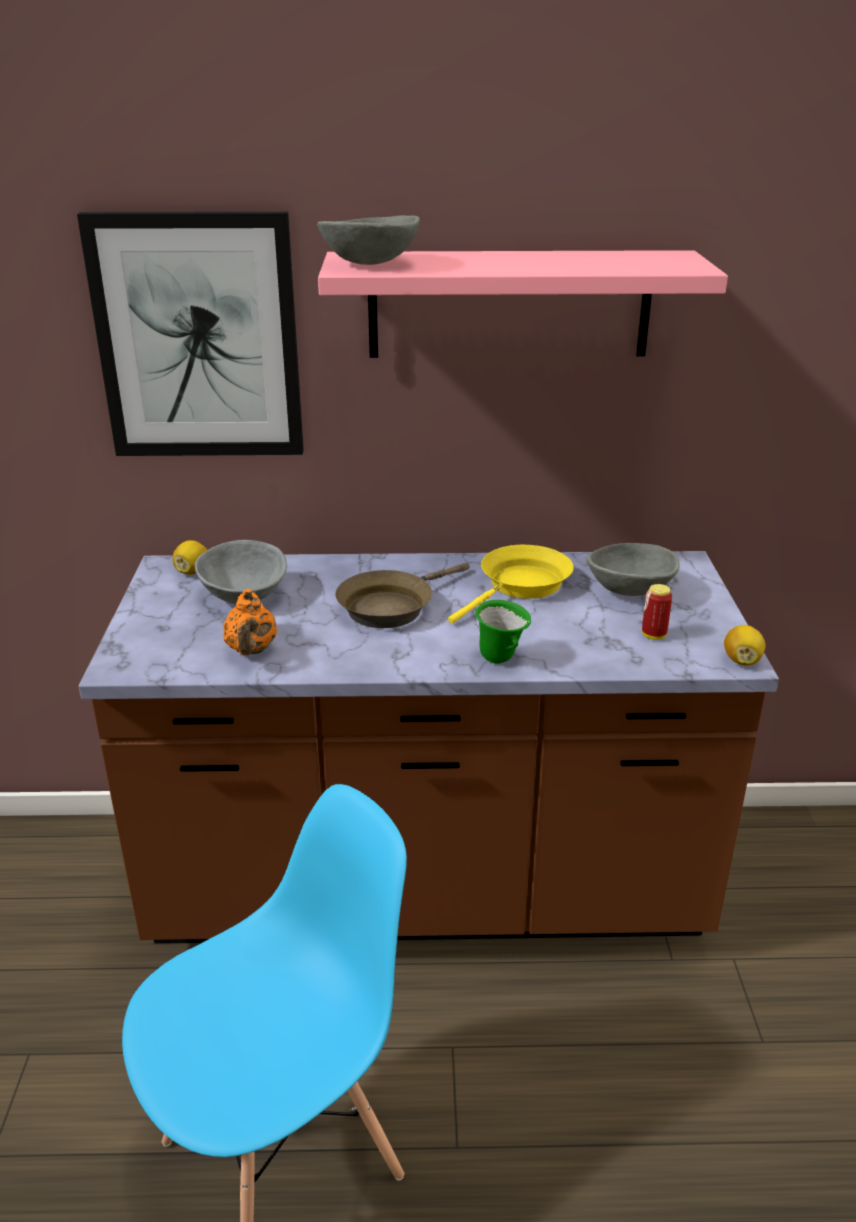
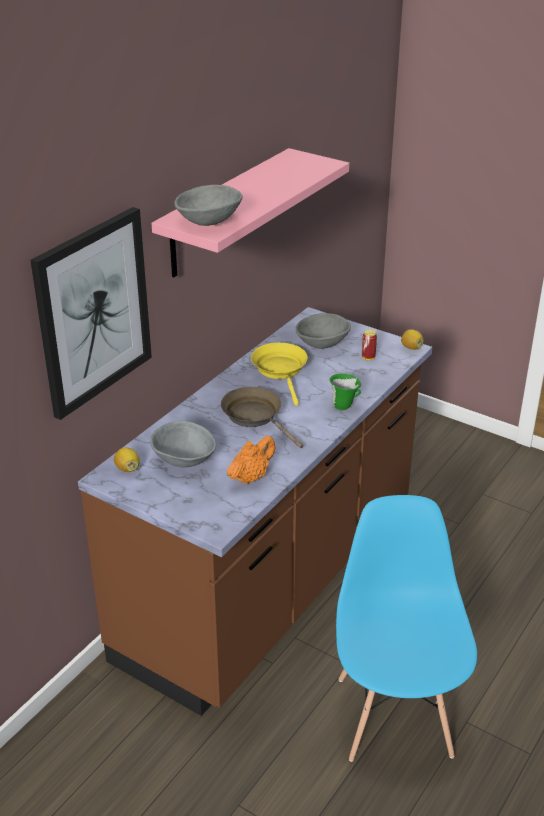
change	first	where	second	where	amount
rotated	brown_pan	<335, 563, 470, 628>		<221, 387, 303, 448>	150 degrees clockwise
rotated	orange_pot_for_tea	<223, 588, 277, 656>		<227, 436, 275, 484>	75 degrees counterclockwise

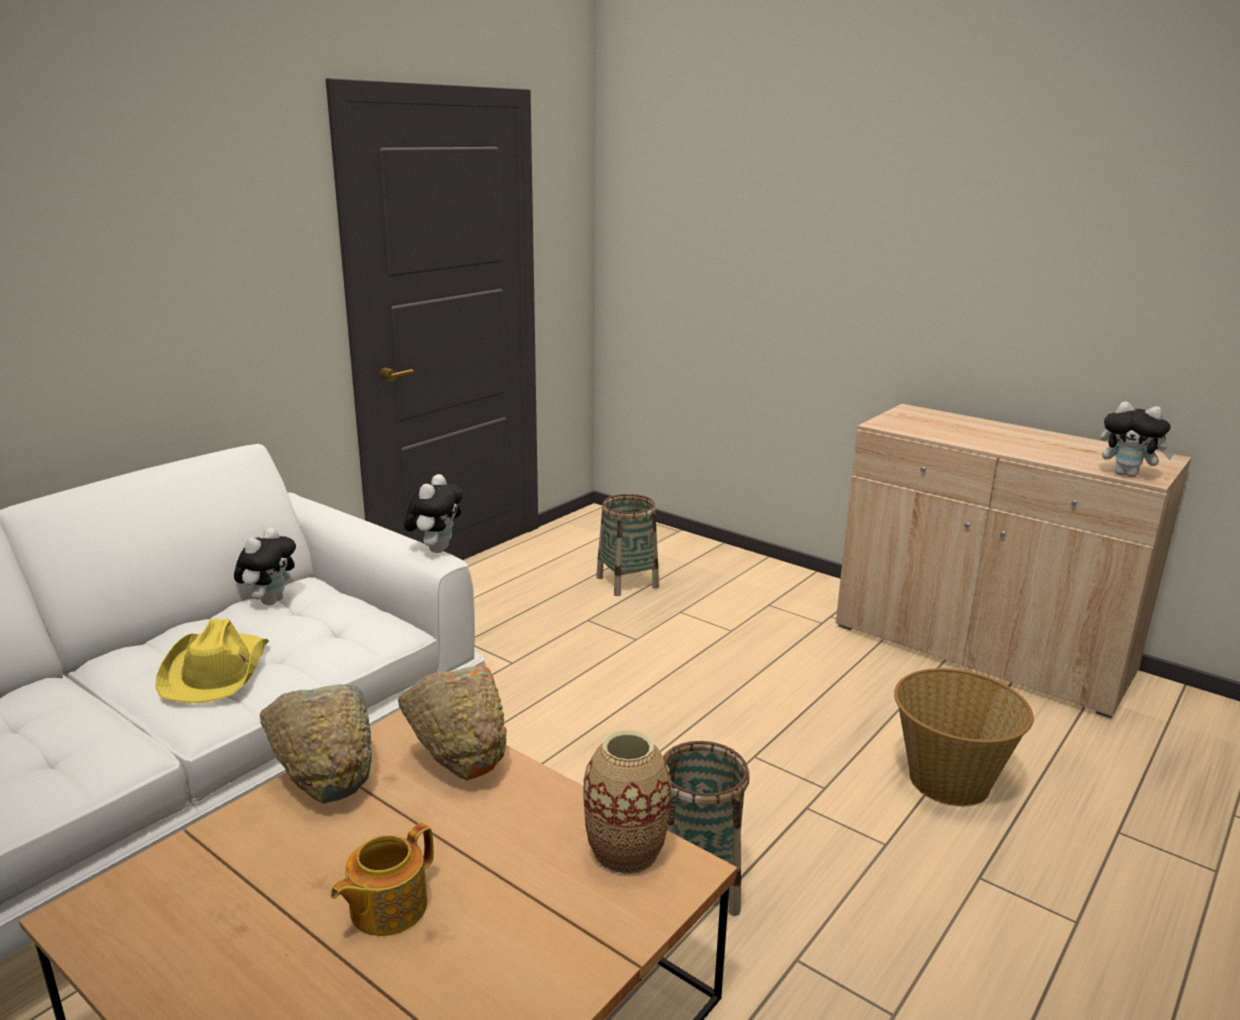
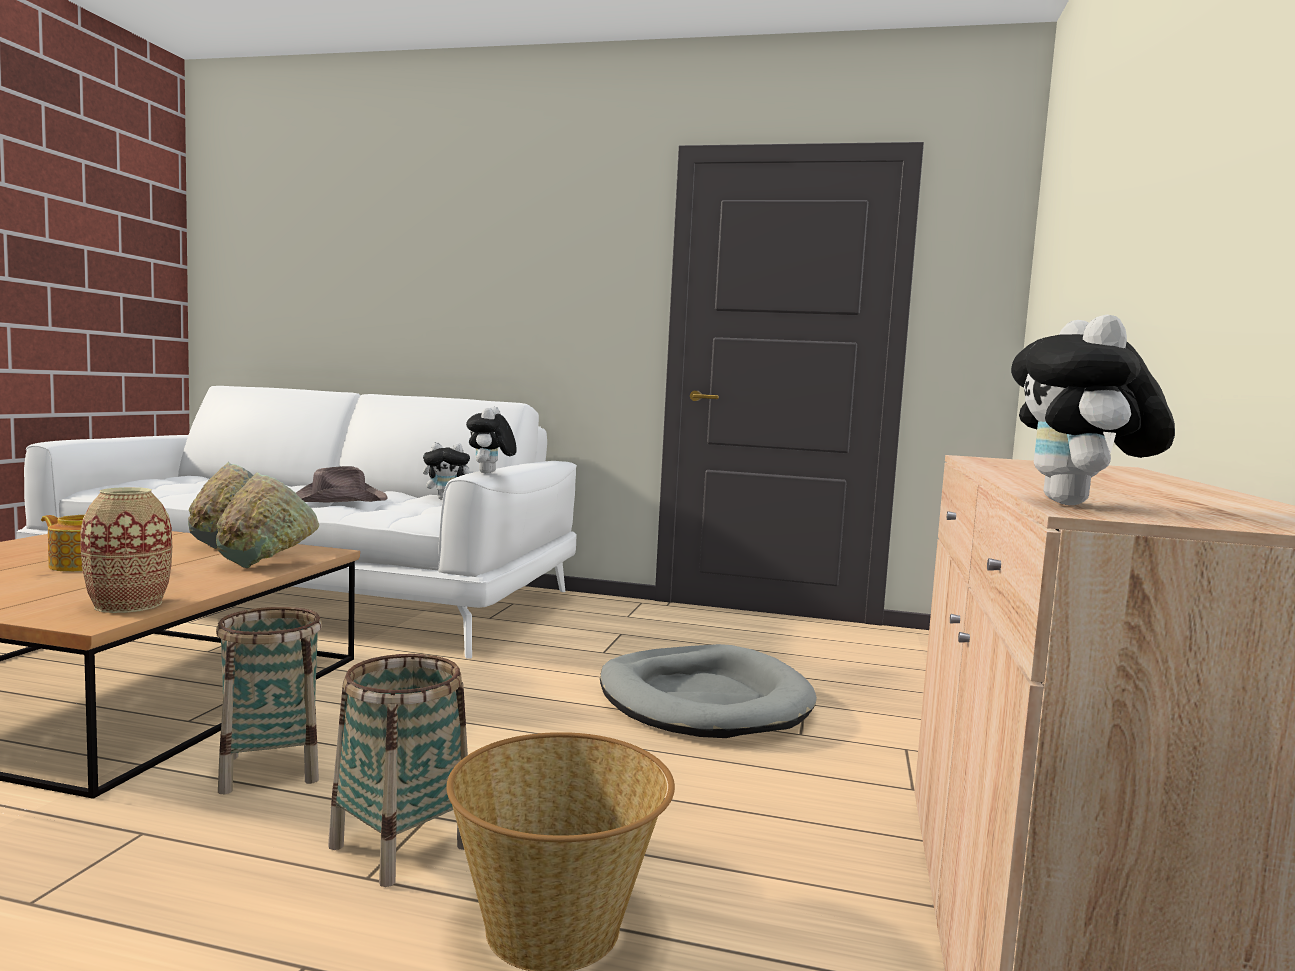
change	first	where	second	where	amount
repainted	orange_deep_dish	<398, 666, 507, 781>	green-coloured_deep_dish	<216, 472, 319, 568>	
repainted	yellow-coloured_hat	<155, 618, 269, 703>	brown_hat	<296, 466, 388, 502>	
shifted	household_basket	<596, 494, 659, 596>		<328, 654, 468, 887>	
rotated	cuddly_toy	<404, 474, 463, 553>		<466, 407, 517, 473>	105 degrees clockwise
new			greyish_dog_cushion	<600, 644, 817, 738>	

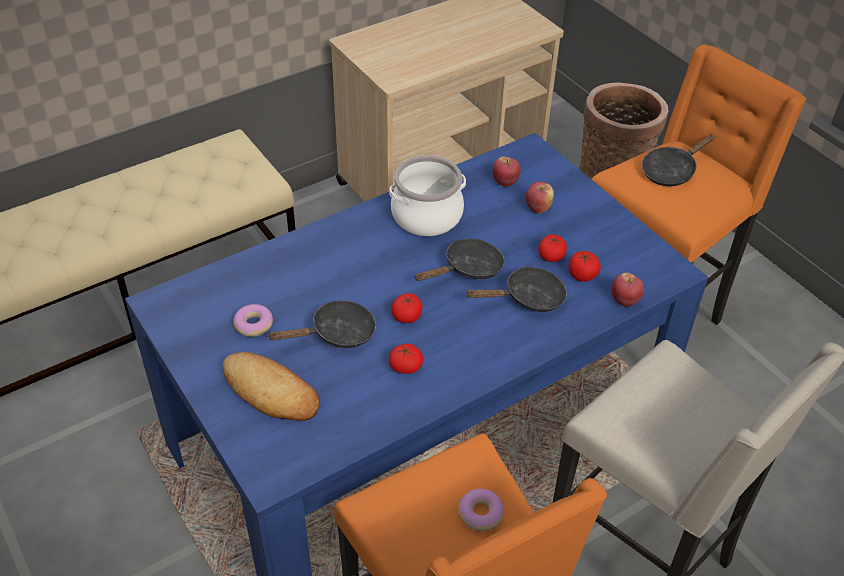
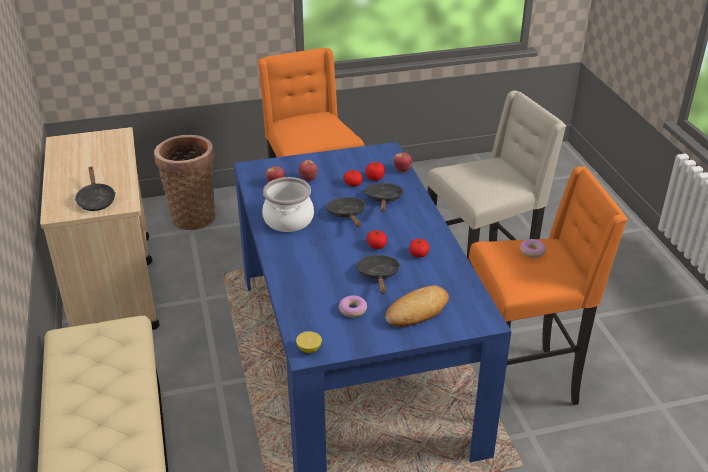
change	first	where	second	where	amount
shifted	black_pan	<642, 134, 715, 186>		<75, 166, 115, 211>	
new			citrus_fruit	<296, 331, 322, 353>	

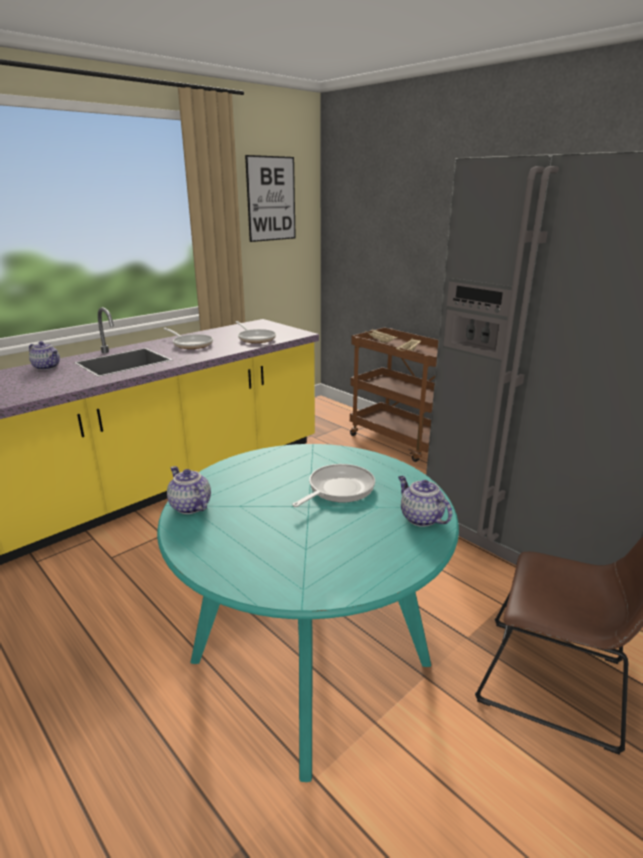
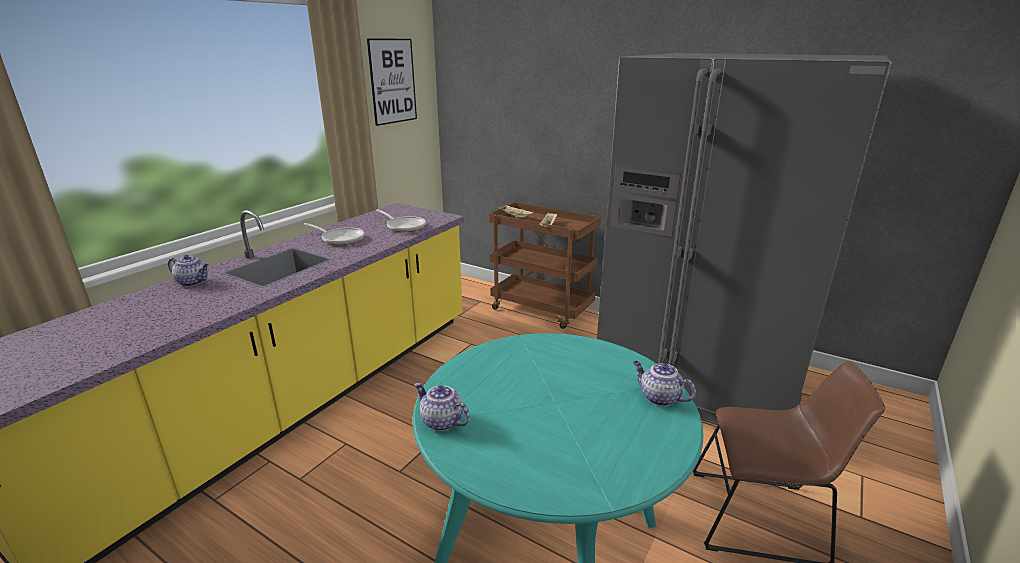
change	first	where	second	where	amount
gone	pan	<292, 464, 375, 507>			

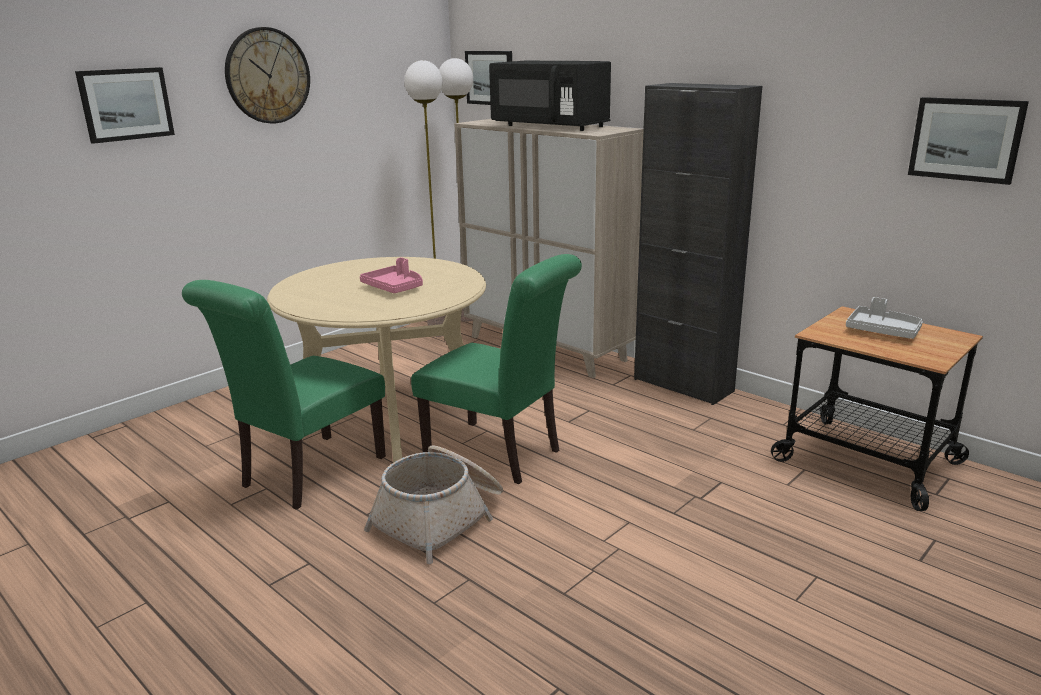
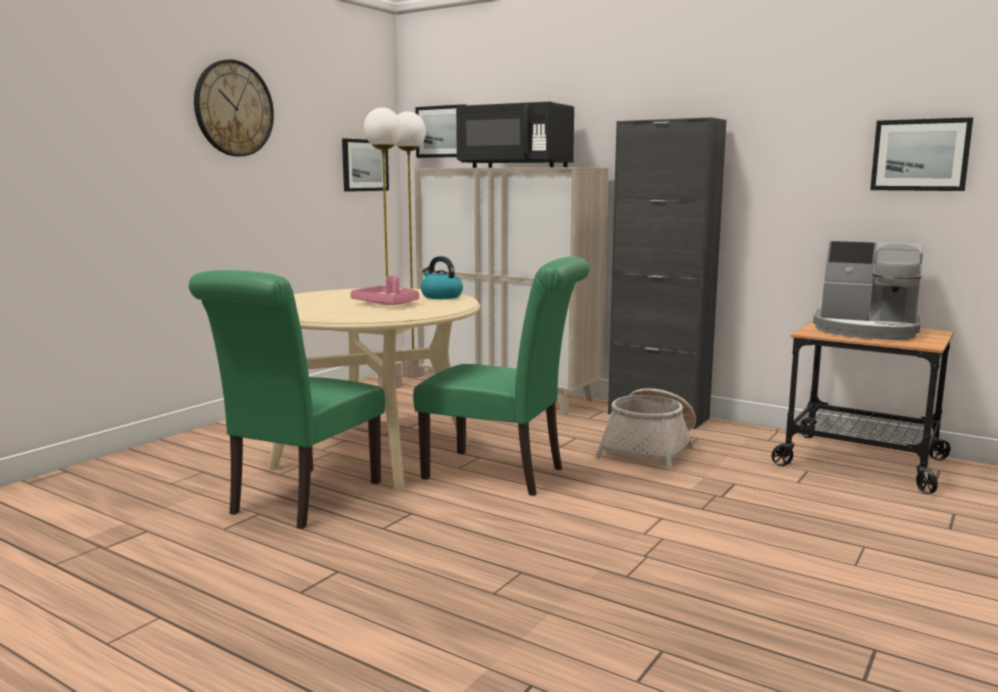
change	first	where	second	where	amount
shifted	picture	<75, 67, 175, 144>		<342, 139, 389, 192>	
new			tea_kettle	<421, 256, 463, 299>	
shifted	household_basket	<364, 445, 503, 564>		<595, 388, 696, 471>	
swapped	greyish_tray	<846, 297, 923, 339>	coffee_machine	<813, 241, 923, 340>	

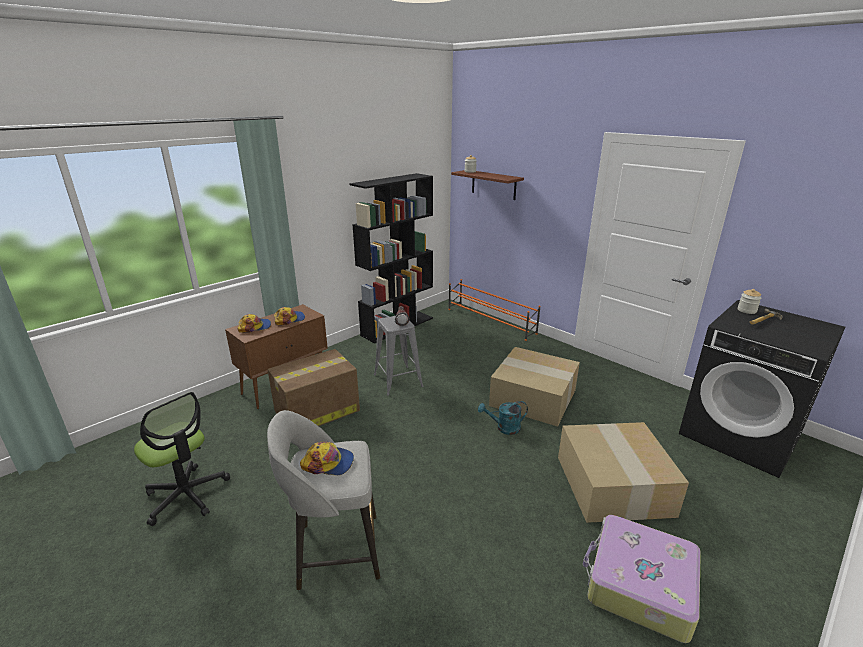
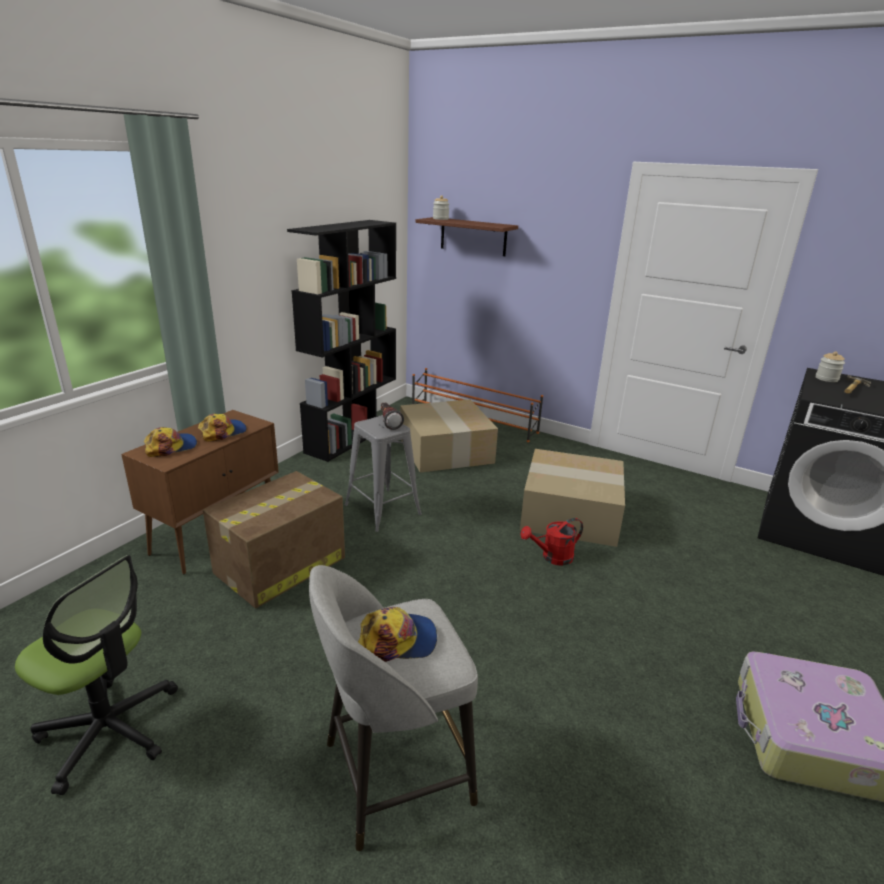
change	first	where	second	where	amount
shifted	carton	<558, 422, 689, 523>		<400, 399, 498, 473>	
repainted	turquoise-coloured_sprinkling_can	<478, 401, 528, 435>	red_sprinkling_can	<521, 518, 583, 566>	

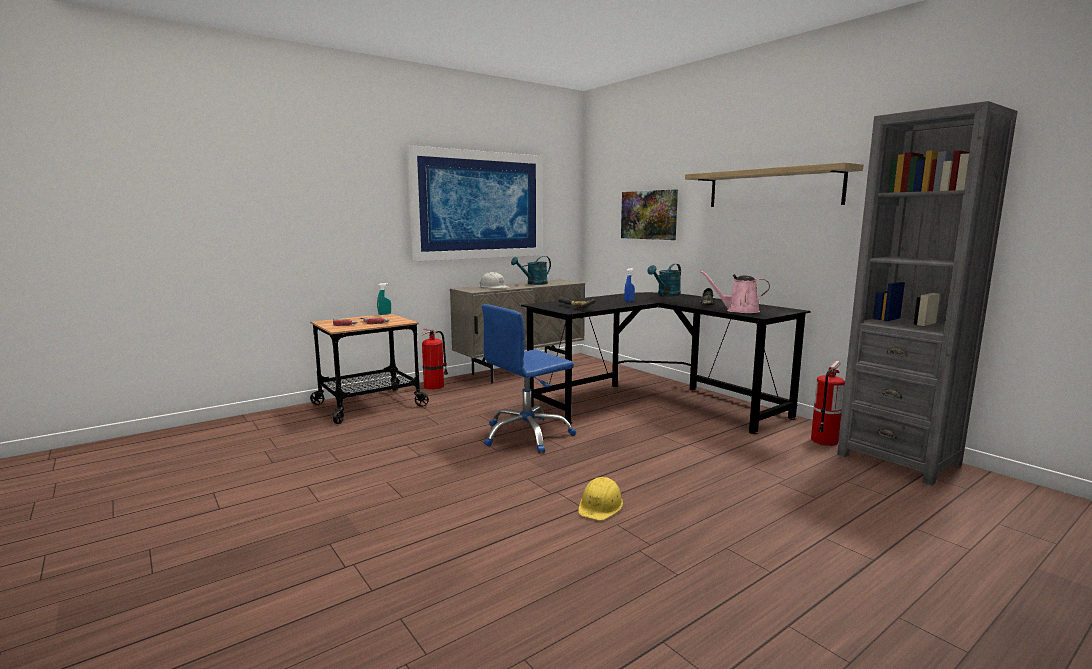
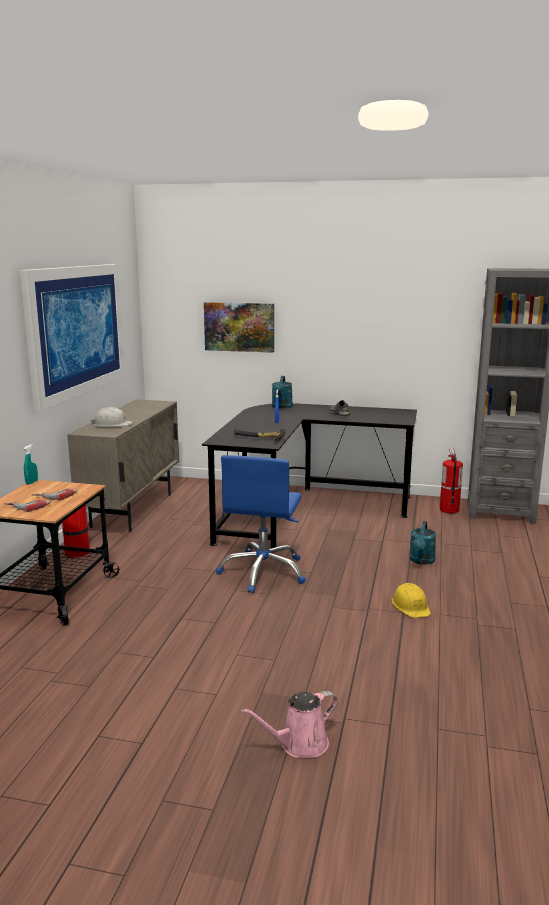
change	first	where	second	where	amount
shifted	pink-coloured_sprinkling_can	<700, 270, 770, 313>		<241, 691, 338, 758>	
shifted	turquoise-coloured_sprinkling_can	<511, 256, 551, 285>		<409, 521, 436, 565>	
gone	bracket_shelf	<685, 162, 864, 207>			

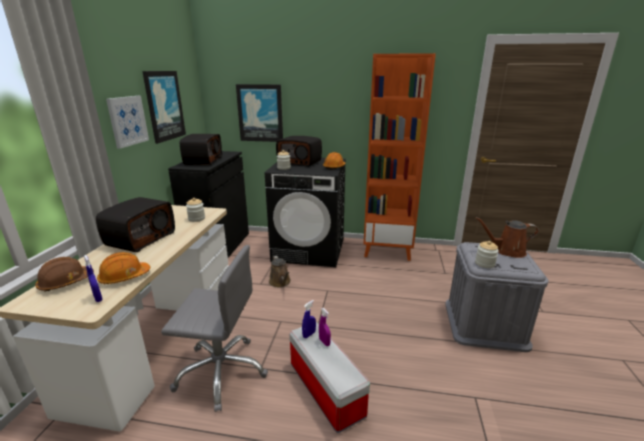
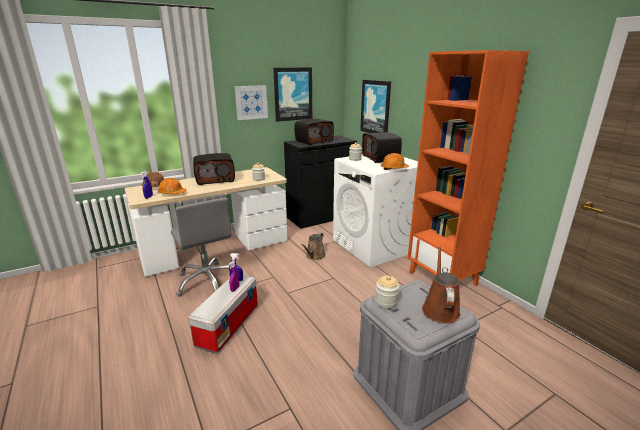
change	first	where	second	where	amount
repainted	black_laundry_appliance	<265, 158, 346, 267>	white-coloured_laundry_appliance	<333, 154, 418, 267>	
rotated	brown_sprinkling_can	<476, 217, 539, 258>		<422, 246, 460, 324>	45 degrees clockwise

